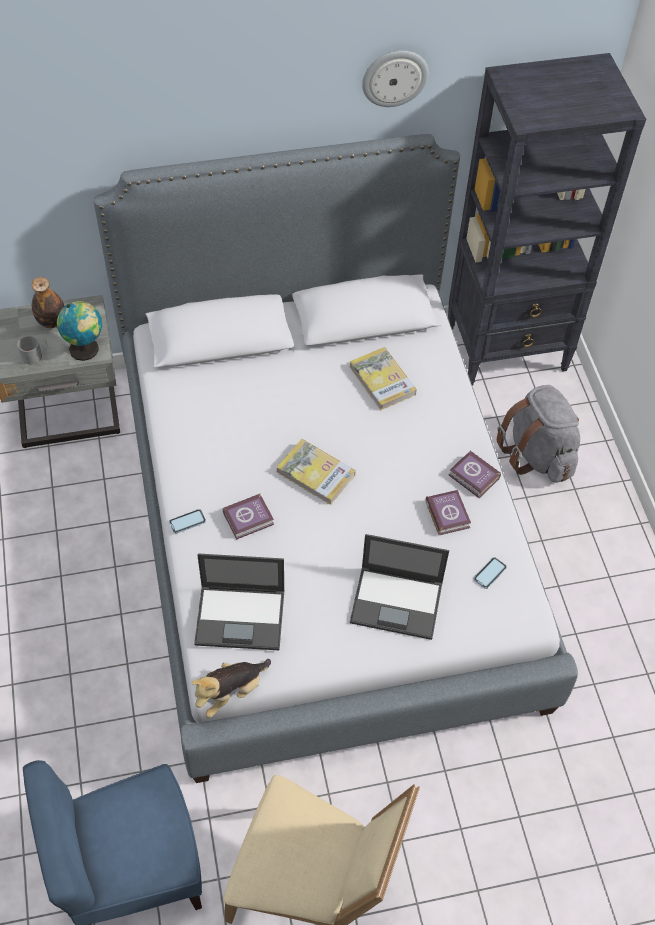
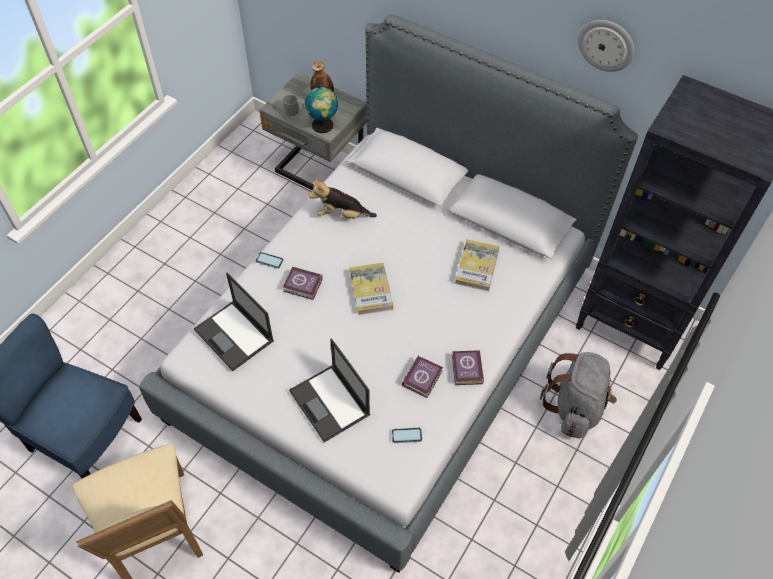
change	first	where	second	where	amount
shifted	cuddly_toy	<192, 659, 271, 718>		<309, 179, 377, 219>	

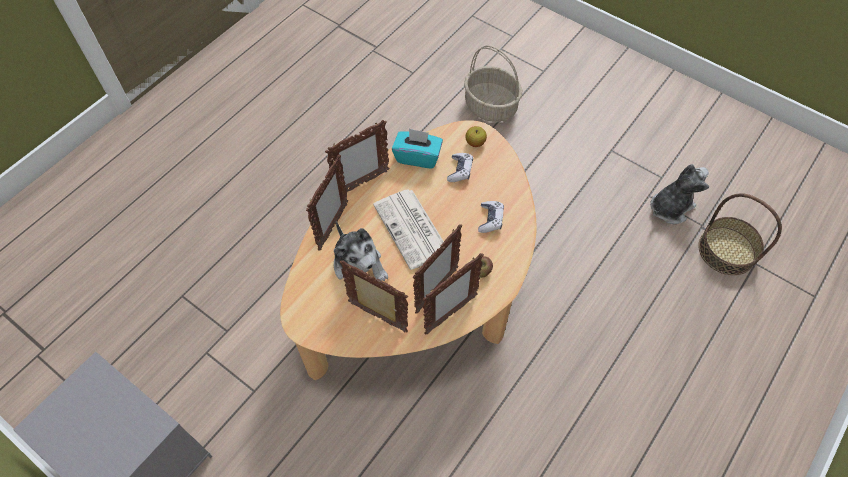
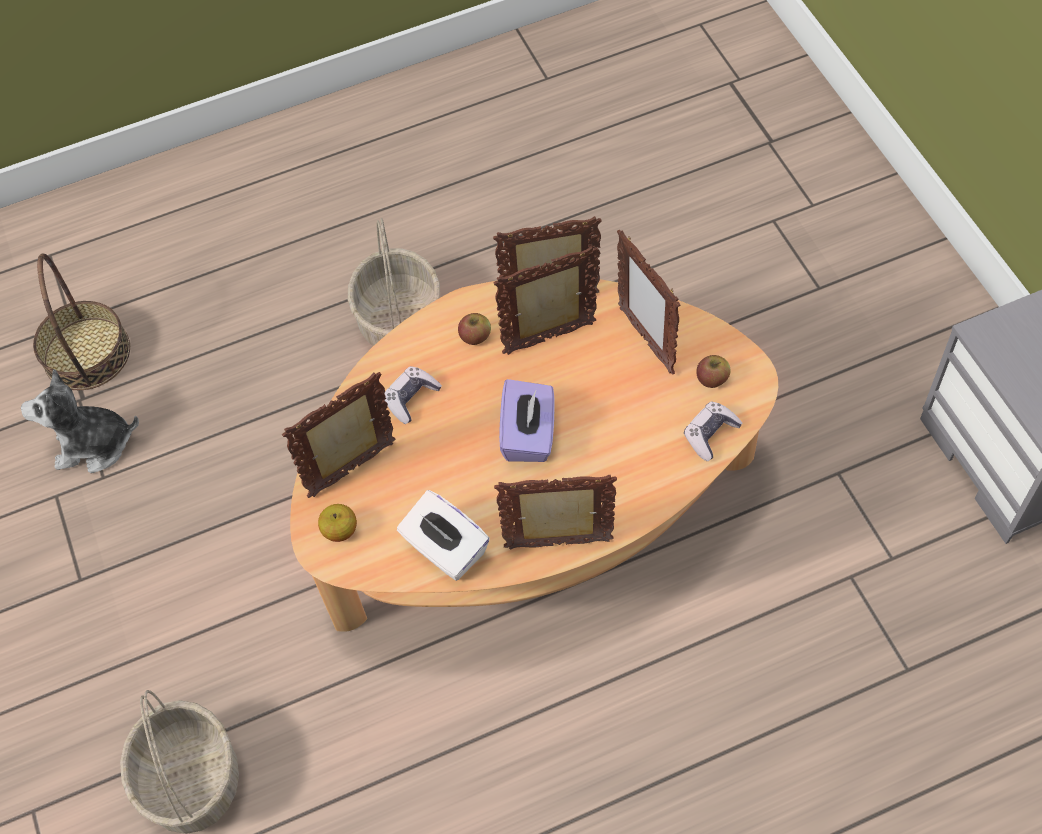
change	first	where	second	where	amount
shifted	standing_frame	<306, 155, 348, 251>		<282, 372, 396, 498>	
new			household_basket	<348, 218, 440, 346>	
repainted	turquoise-coloured_box_of_tissues	<392, 128, 443, 169>	white-coloured_box_of_tissues	<397, 490, 490, 581>	
swapped	daily_paper	<373, 189, 444, 270>	purple-coloured_box_of_tissues	<499, 379, 554, 462>	
shifted	joypad	<447, 153, 473, 182>		<684, 401, 742, 461>	
new			whole_apple	<696, 355, 731, 388>	
gone	cuddly_toy	<334, 221, 388, 281>			

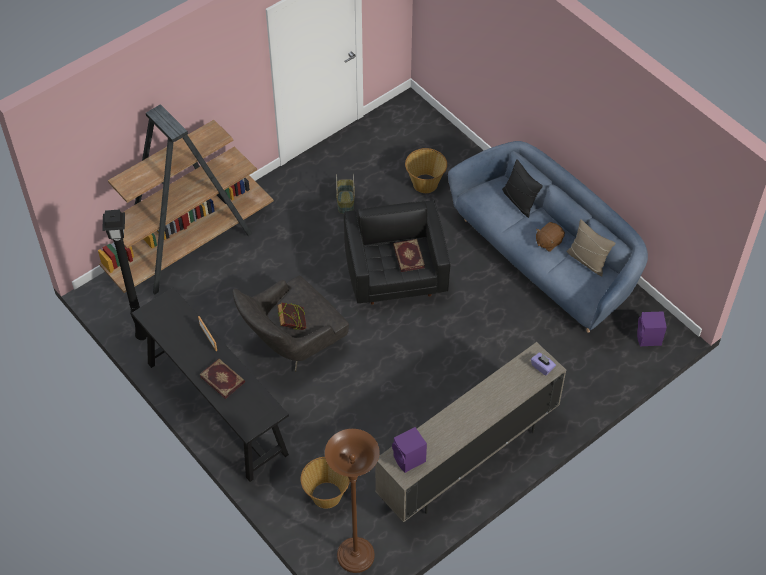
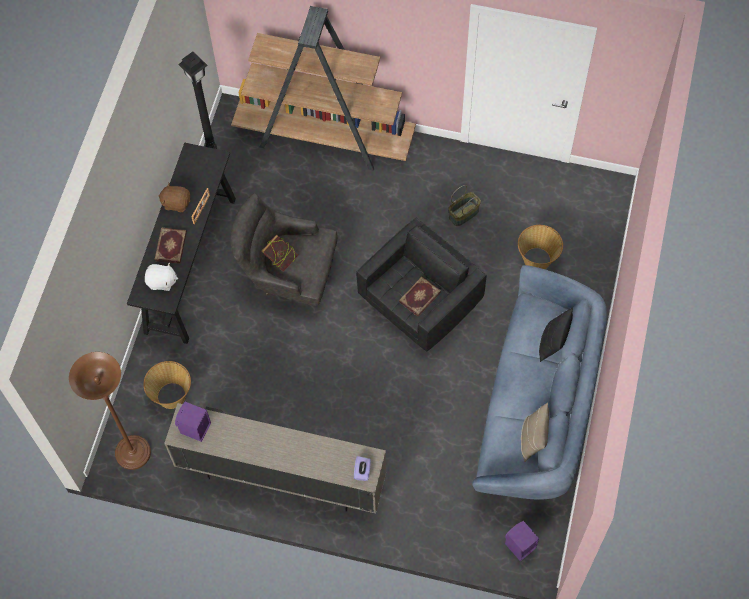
change	first	where	second	where	amount
new			white-coloured_cuddly_toy	<145, 263, 178, 291>	
shifted	brown_cuddly_toy	<536, 222, 565, 252>		<158, 183, 190, 212>	

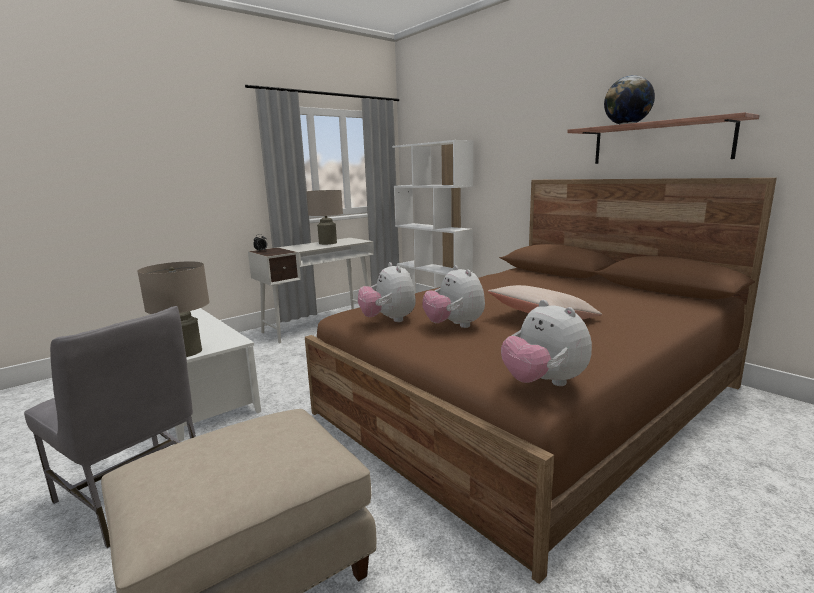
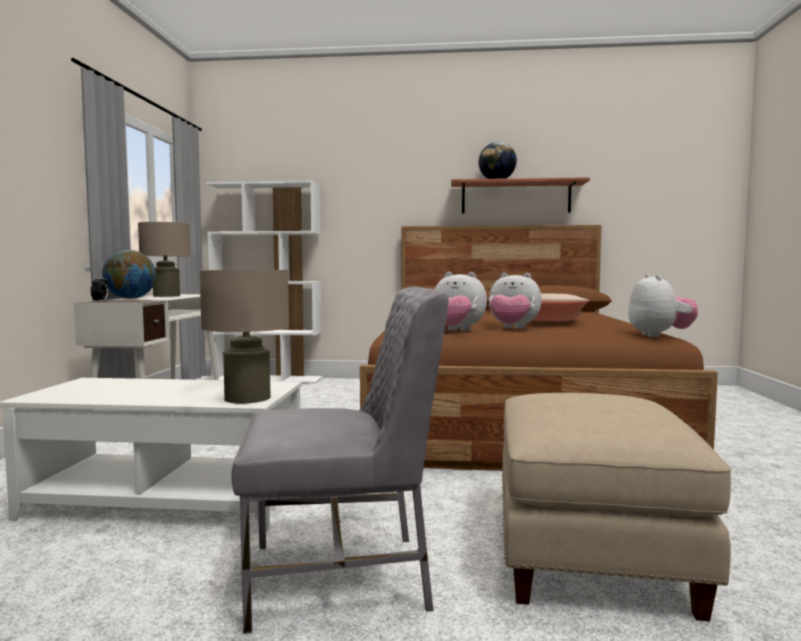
change	first	where	second	where	amount
new			desk_globe	<102, 250, 156, 299>	
rotated	cuddly_toy	<501, 300, 592, 386>		<628, 274, 698, 338>	105 degrees counterclockwise

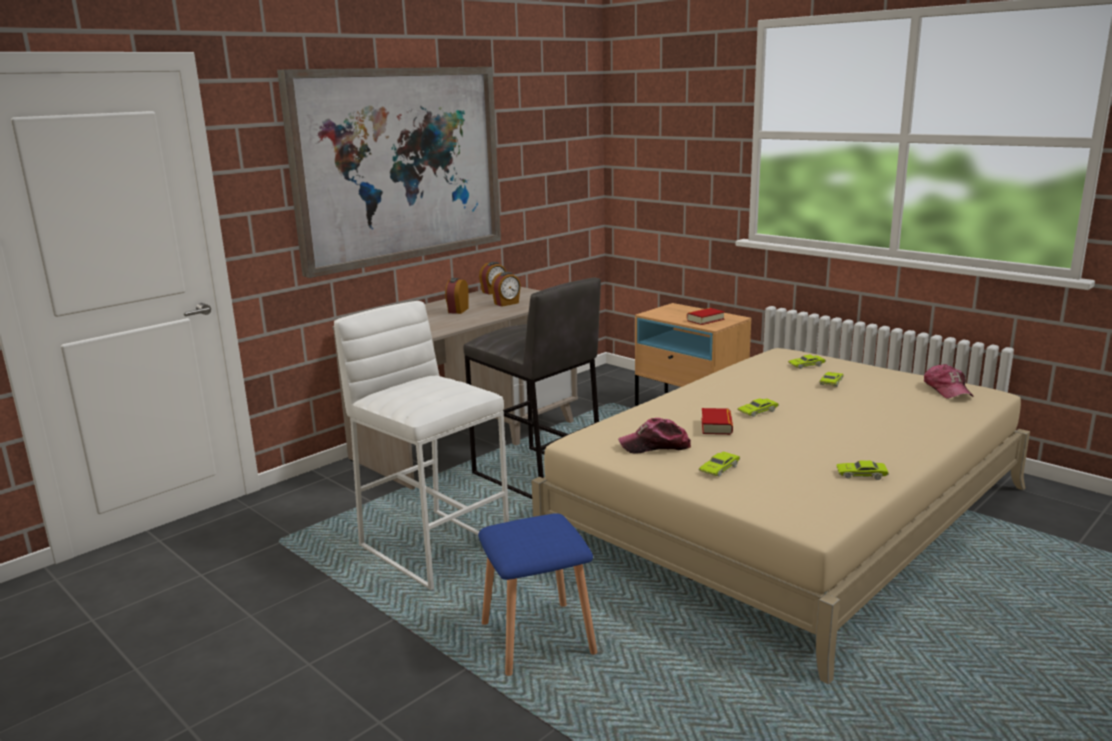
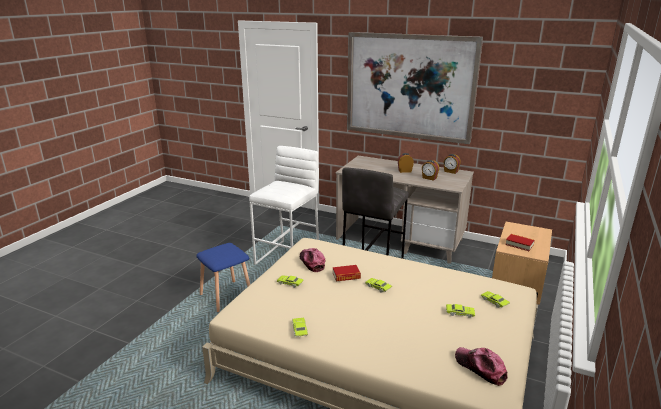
change	first	where	second	where	amount
rotated	baseball_cap	<924, 364, 973, 399>		<455, 347, 507, 386>	75 degrees clockwise

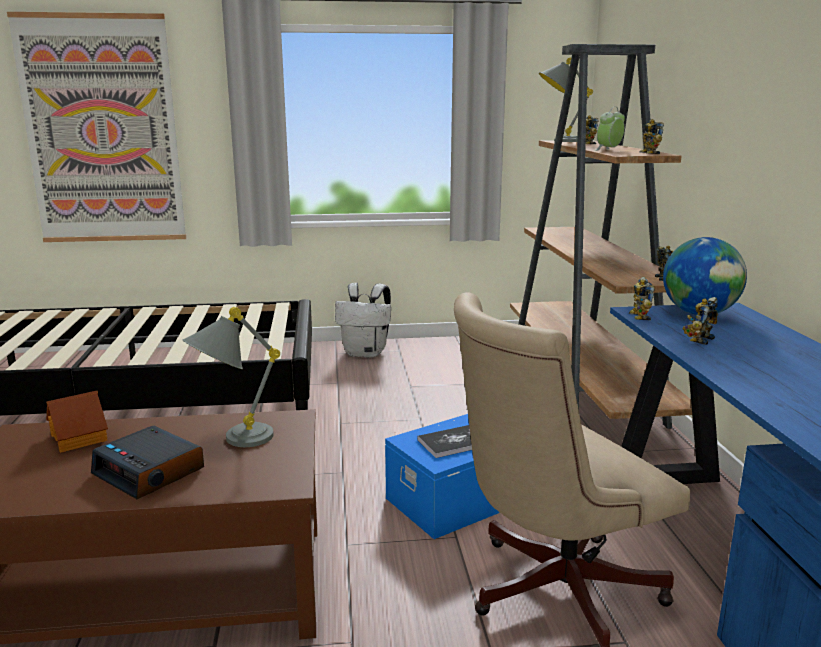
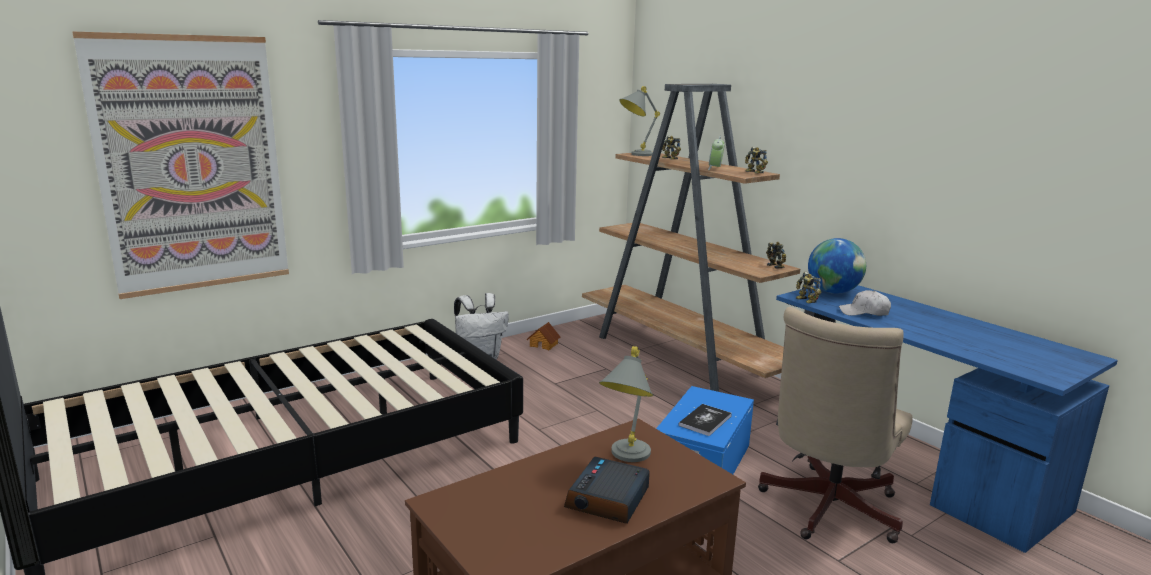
change	first	where	second	where	amount
shifted	model_house	<46, 391, 108, 453>		<527, 322, 560, 350>	
rotated	alarm_clock	<91, 426, 204, 499>		<564, 457, 650, 524>	105 degrees clockwise
swapped	toy_robot	<682, 297, 718, 345>	white-coloured_baseball_cap	<839, 290, 891, 316>	

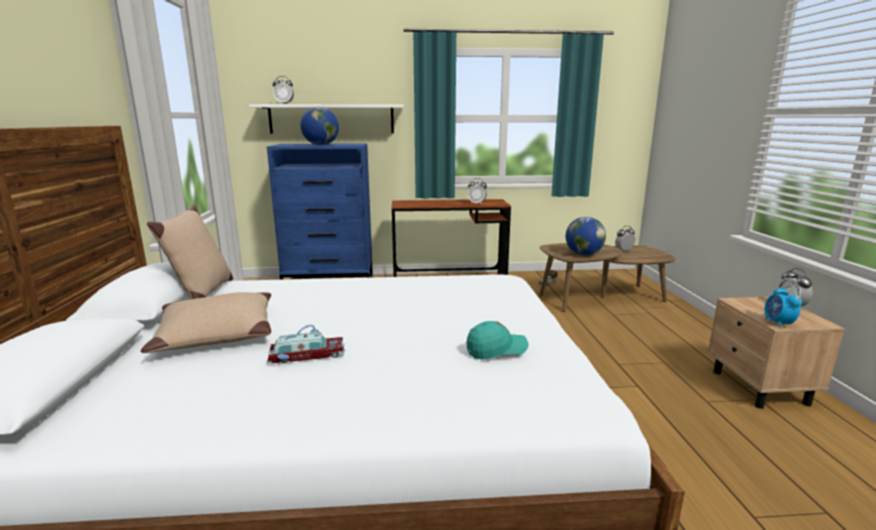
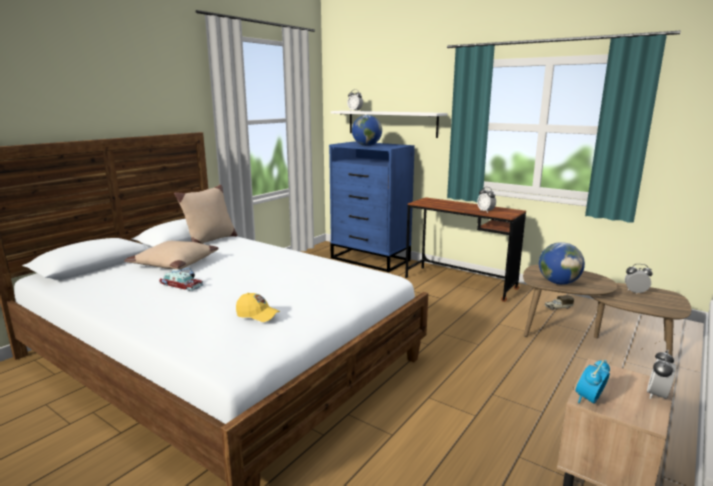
change	first	where	second	where	amount
repainted	turquoise-coloured_baseball_cap	<466, 321, 528, 360>	yellow-coloured_baseball_cap	<236, 293, 280, 322>	

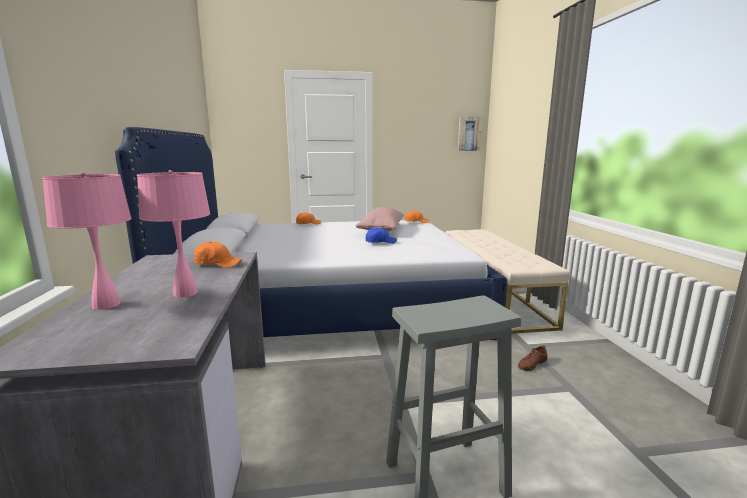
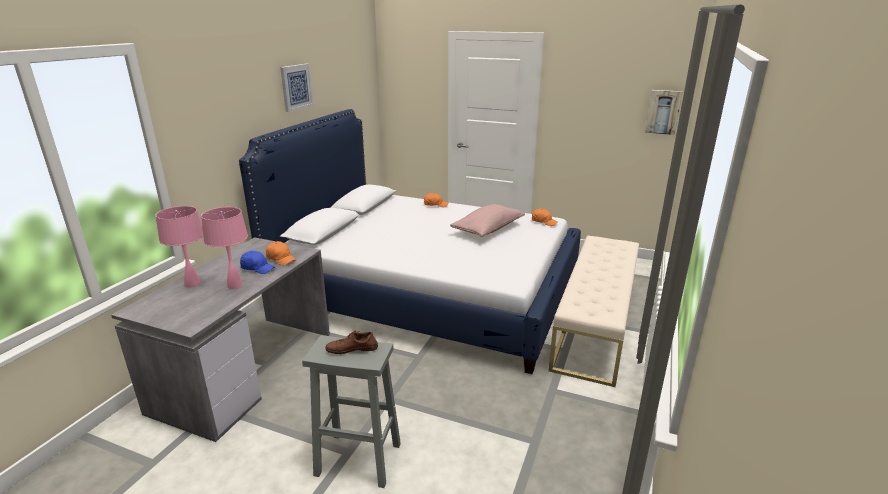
change	first	where	second	where	amount
shifted	blue_baseball_cap	<365, 227, 397, 244>		<240, 251, 275, 274>	
new			picture	<280, 63, 314, 112>	
shifted	brown_shoe	<518, 345, 548, 371>		<325, 331, 378, 354>	

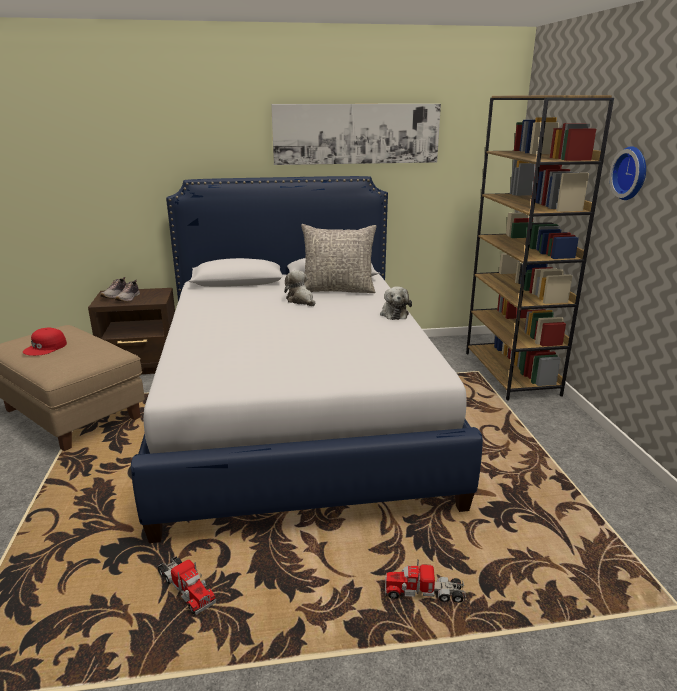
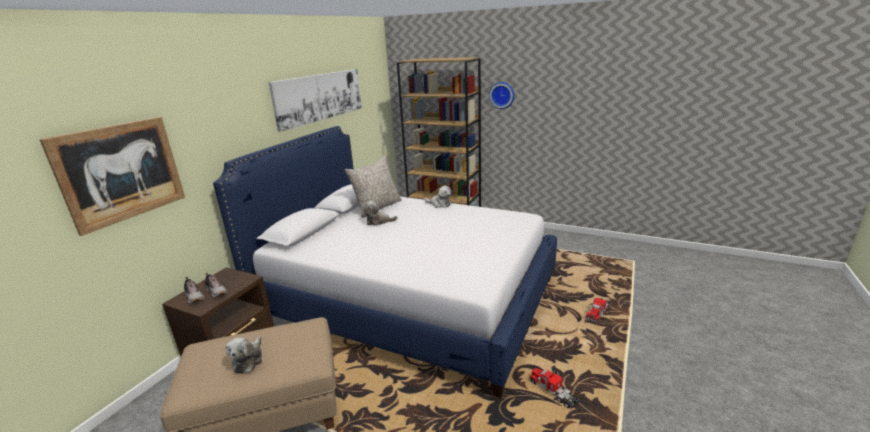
change	first	where	second	where	amount
new			picture	<39, 117, 185, 236>	
swapped	red_baseball_cap	<23, 328, 67, 356>	cuddly_toy	<226, 336, 262, 373>	
rotated	toy_lorry	<157, 556, 216, 615>		<529, 368, 580, 410>	120 degrees counterclockwise

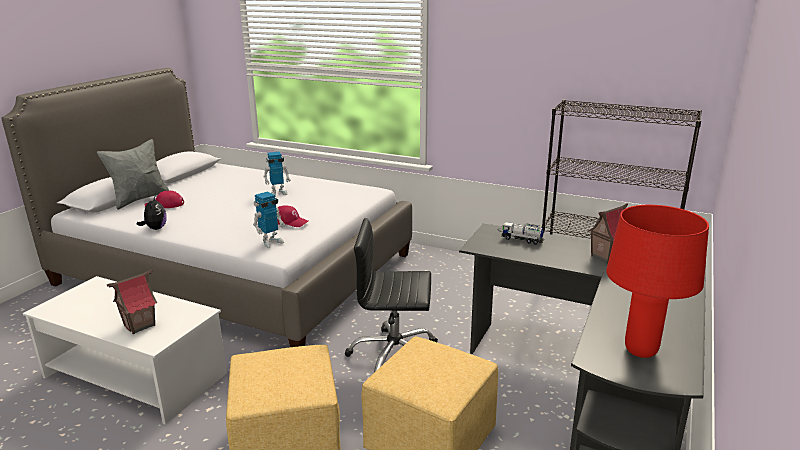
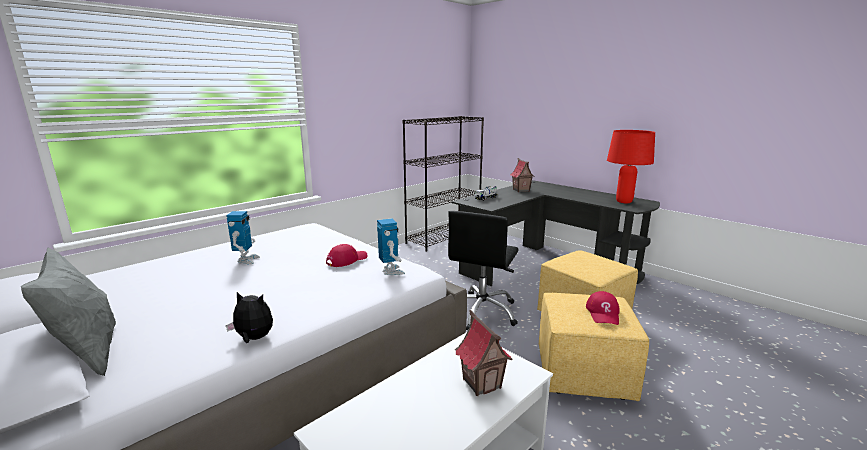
change	first	where	second	where	amount
shifted	red_baseball_cap	<145, 191, 184, 208>		<586, 291, 620, 325>	

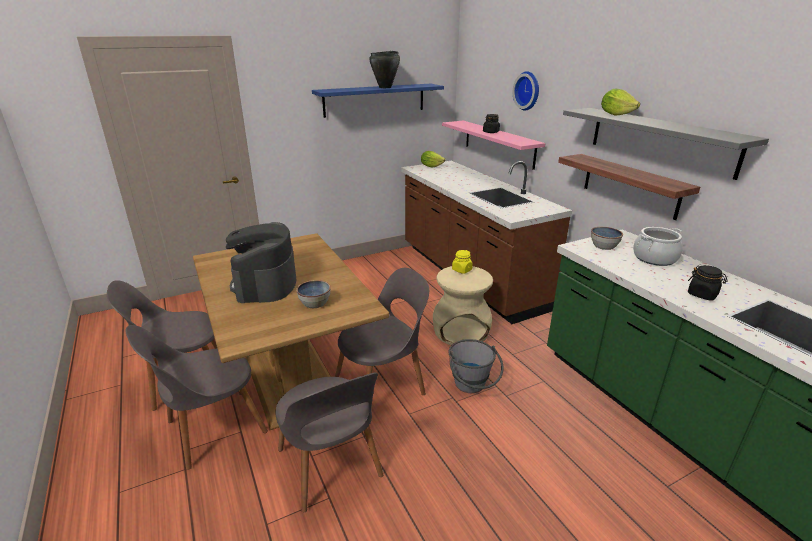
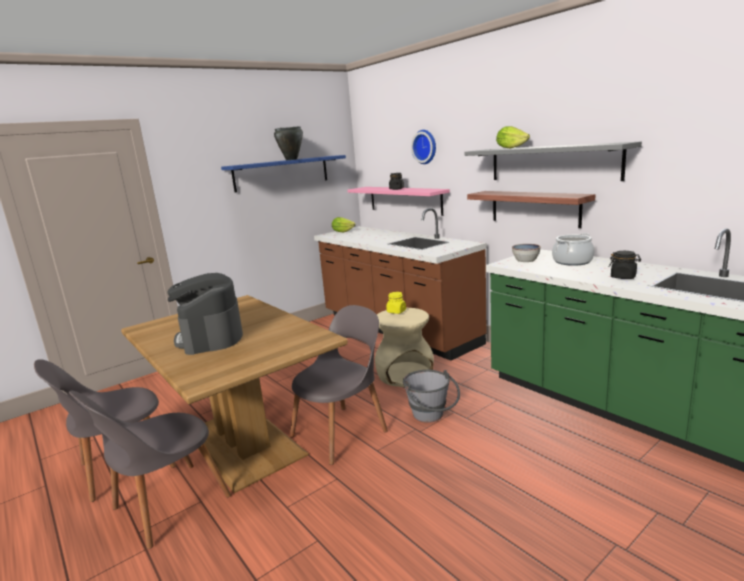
change	first	where	second	where	amount
gone	greyish_plain_chair	<276, 372, 383, 512>			
gone	deep_dish	<296, 280, 331, 308>			

